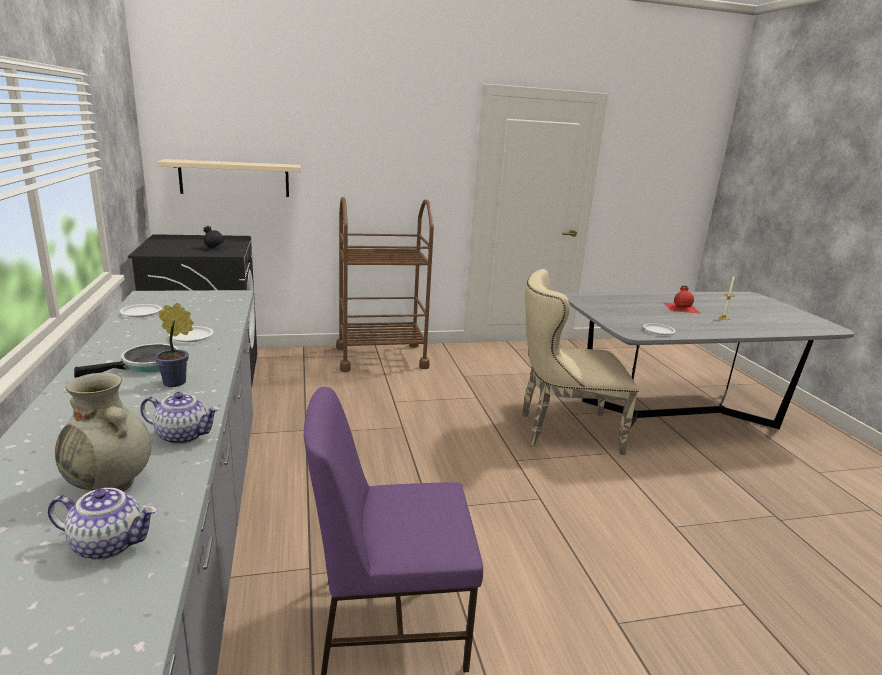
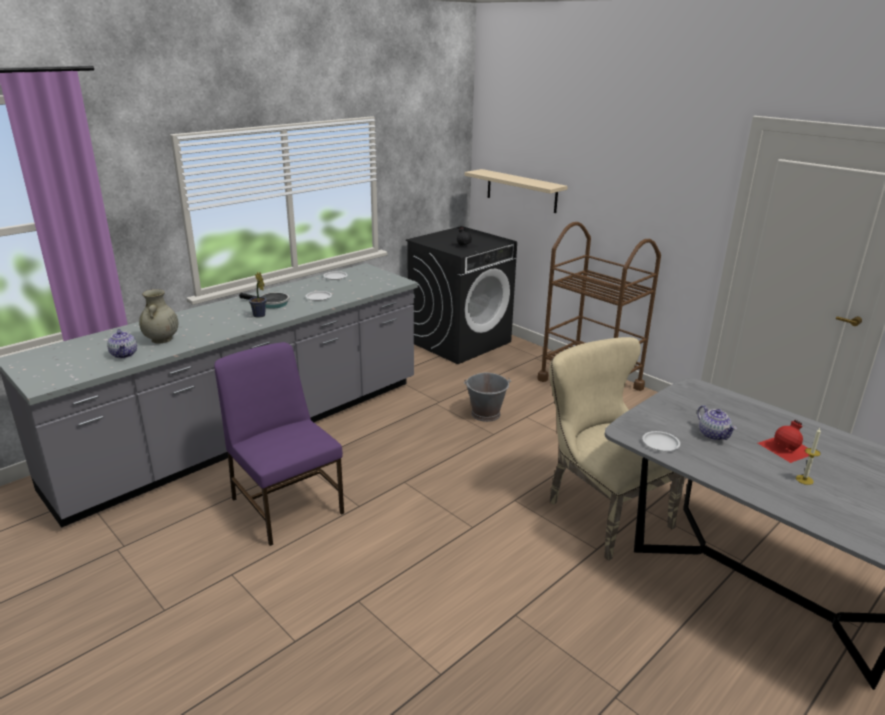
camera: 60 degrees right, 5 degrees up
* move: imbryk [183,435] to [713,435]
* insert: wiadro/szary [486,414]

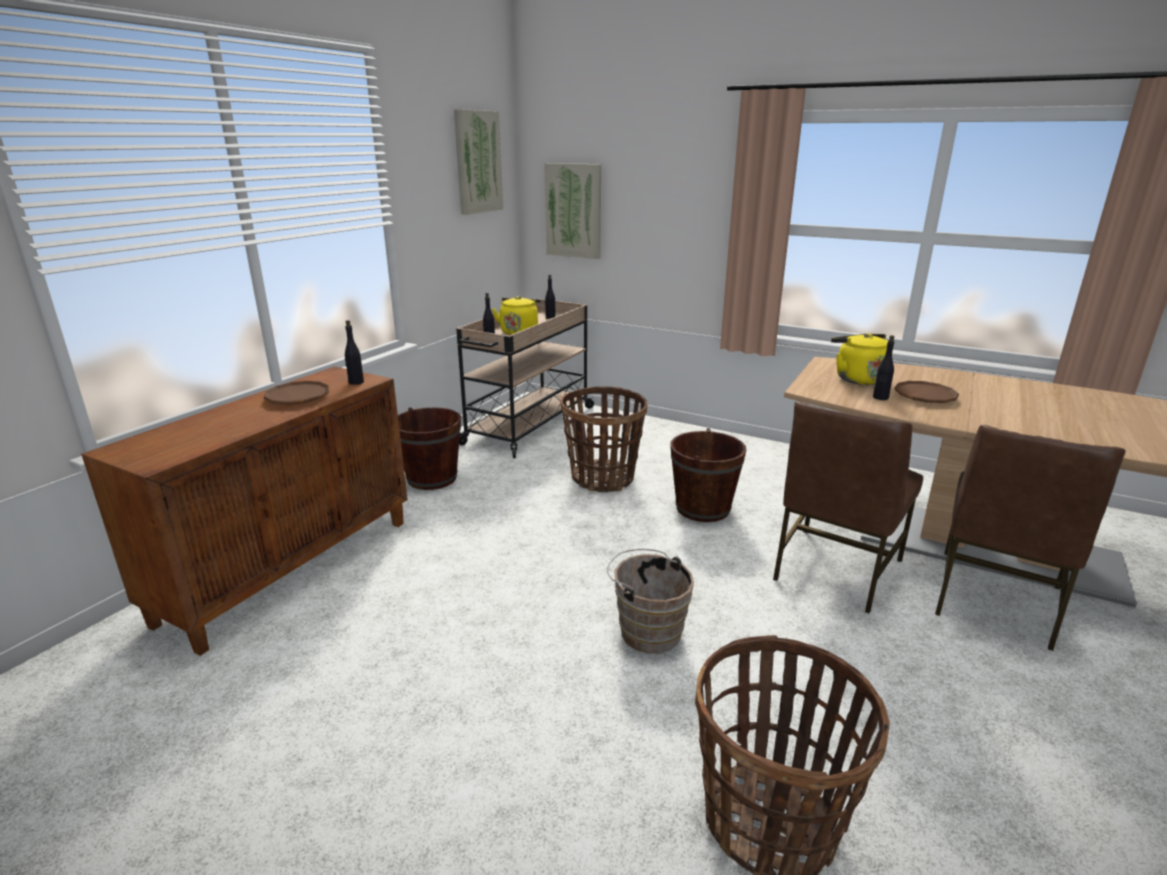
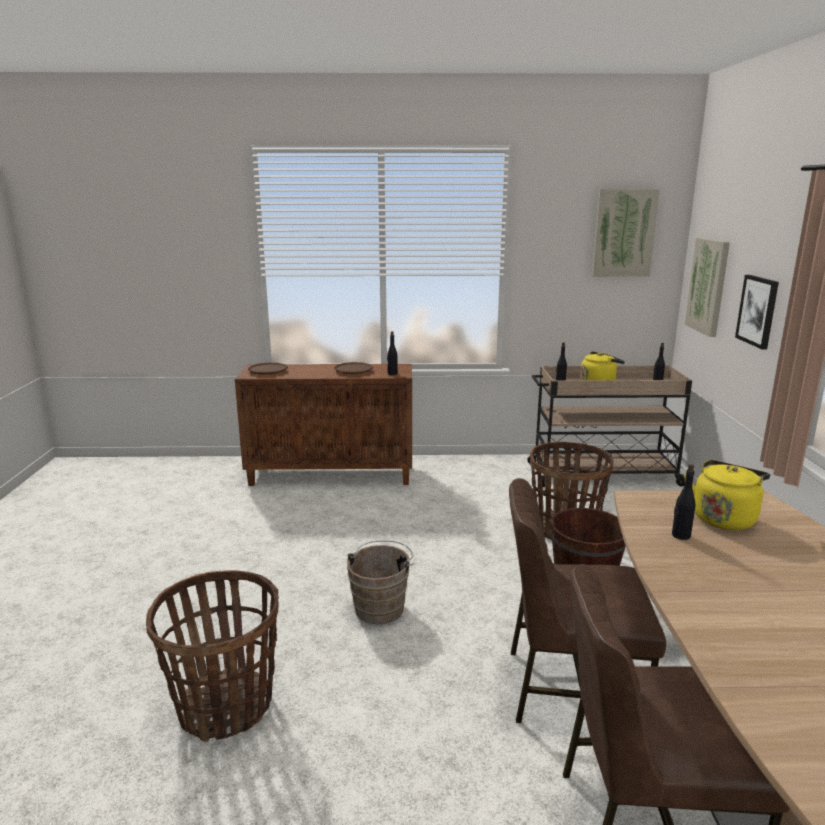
camera: 60 degrees right, 5 degrees down
* move: talerz/brązowy [924,396] to [268,371]
* delete: wiadro/brązowy [432,478]
* insert: obraz [758,311]

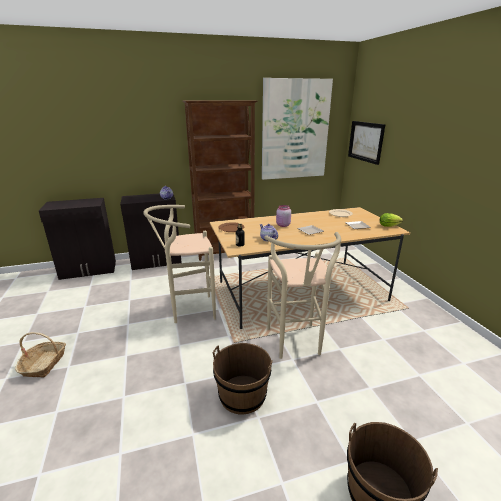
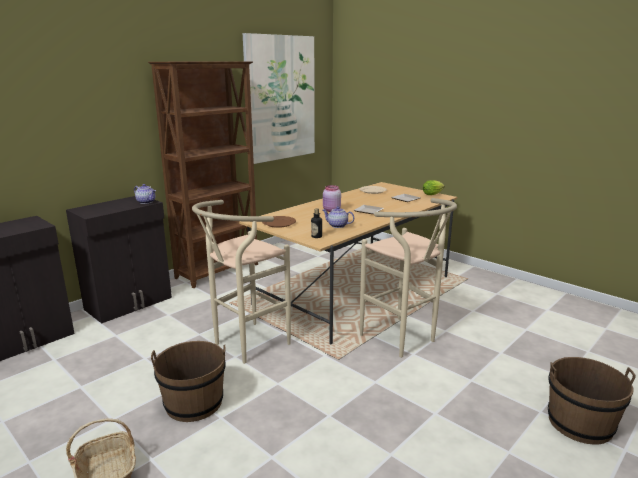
camera: 30 degrees left, 5 degrees down
* delete: obraz [366,141]
* move: wiadro/brązowy [242,394] to [194,403]

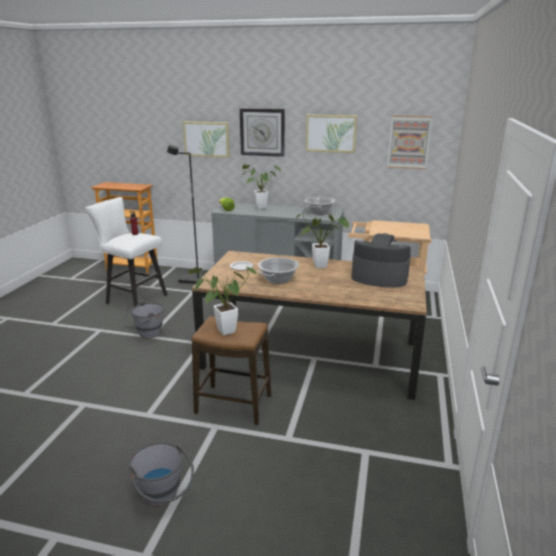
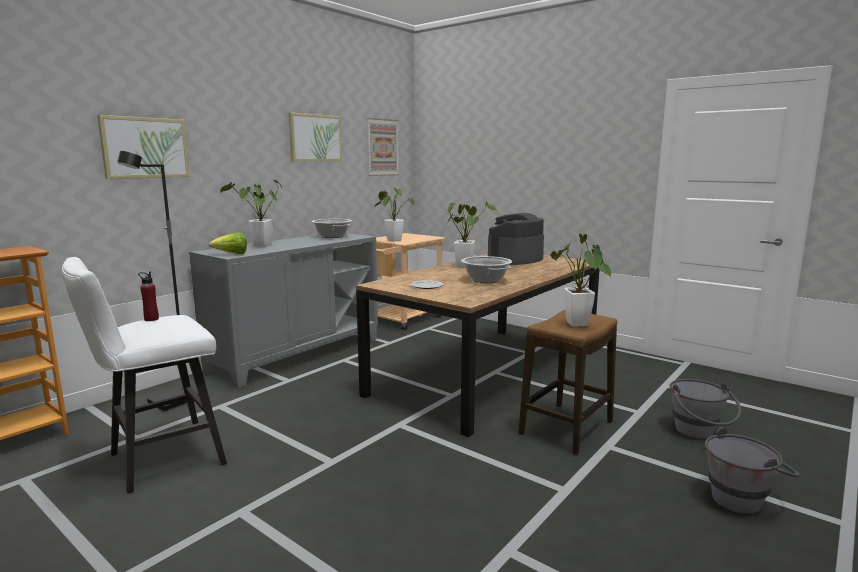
camera: 65 degrees left, 10 degrees down
* delete: zegar ścienny [262,132]
* move: wiadro/szary [145,334] to [699,434]
* insert: roślina doniczkowa [392,240]

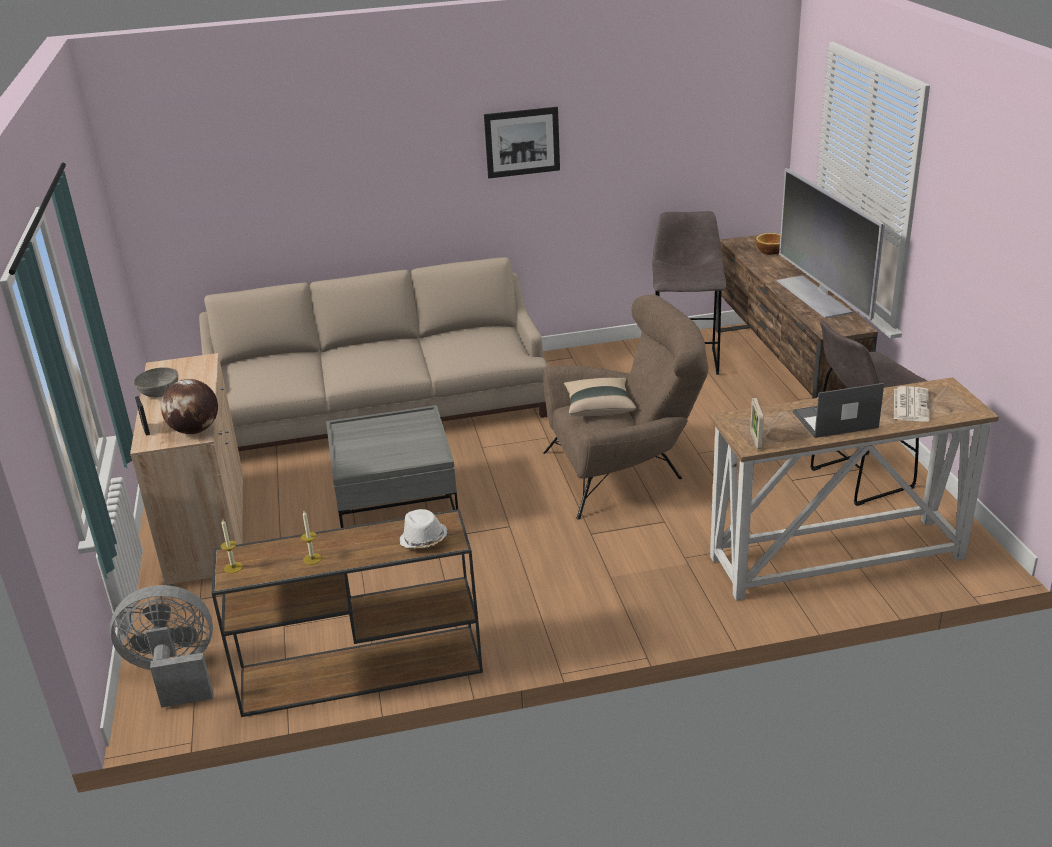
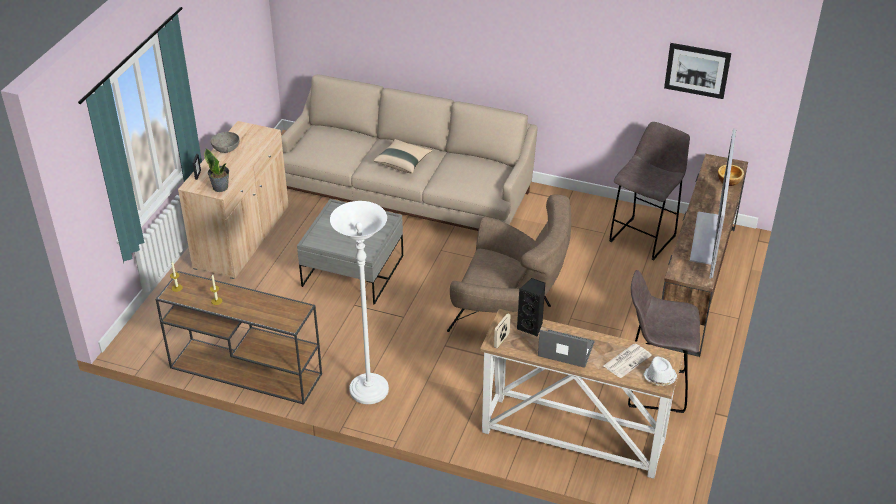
camera: 30 degrees right, 10 degrees up
* move: obraz [522,142] to [697,70]
* move: poduszka/beżowy [598,407] to [403,163]
* replace: globus [195,430] to roślina doniczkowa [220,187]
* move: kapelusz/biały [423,540] to [659,377]
* delete: wentylator/szary [174,673]
* insert: lampa stojąca/biały [369,391]
* insert: głośnik/czarny [531,327]

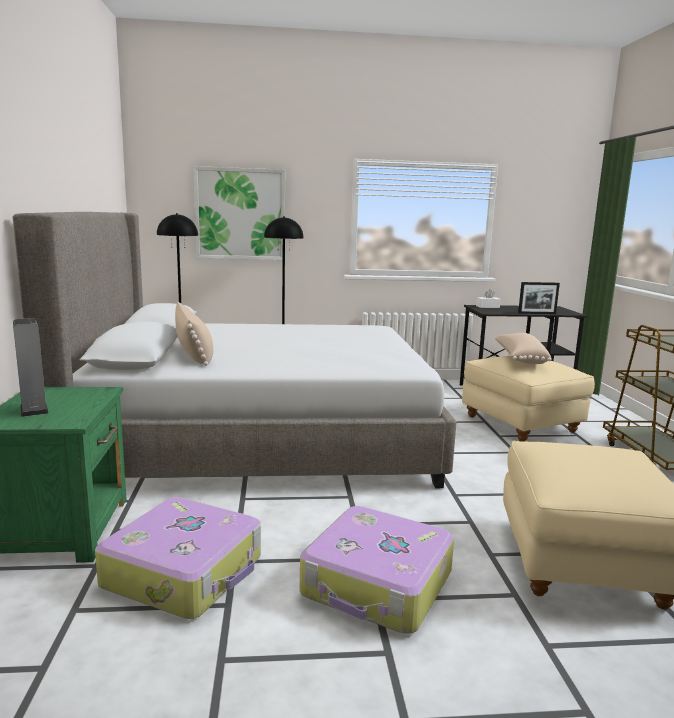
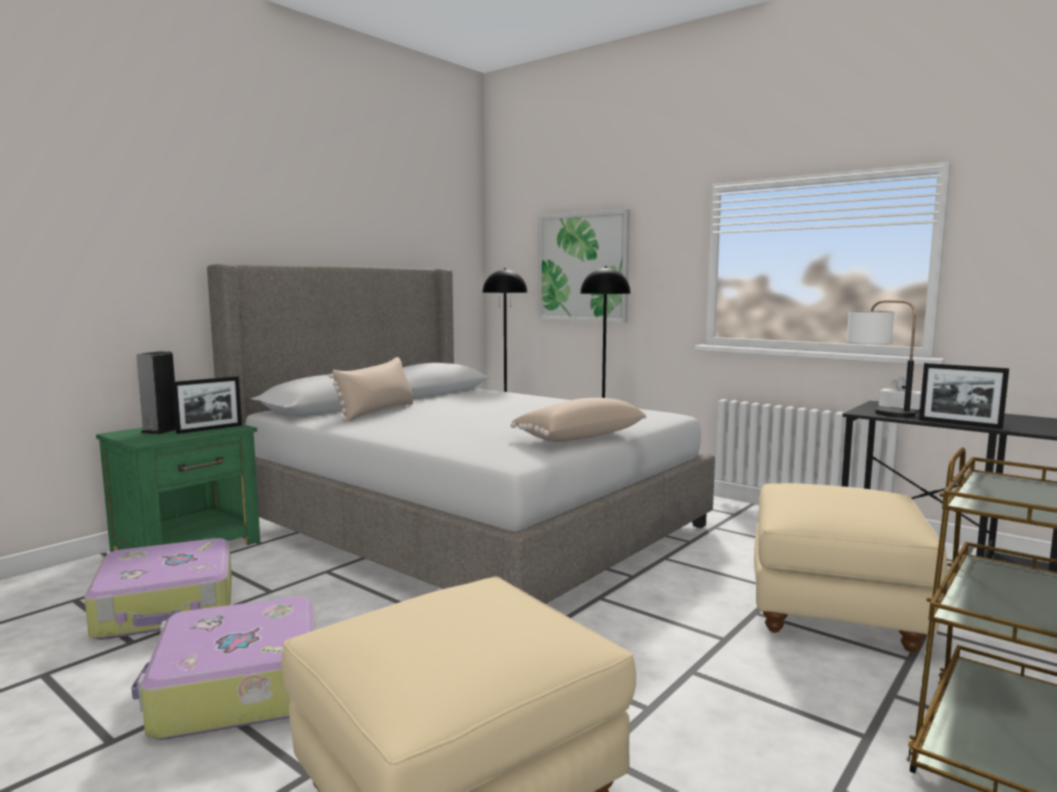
camera: 45 degrees right, 5 degrees down
* move: poduszka/beżowy [520,359] to [579,437]
* insert: lampa stołowa [876,411]
* insert: ramka na zdjęcie [209,429]

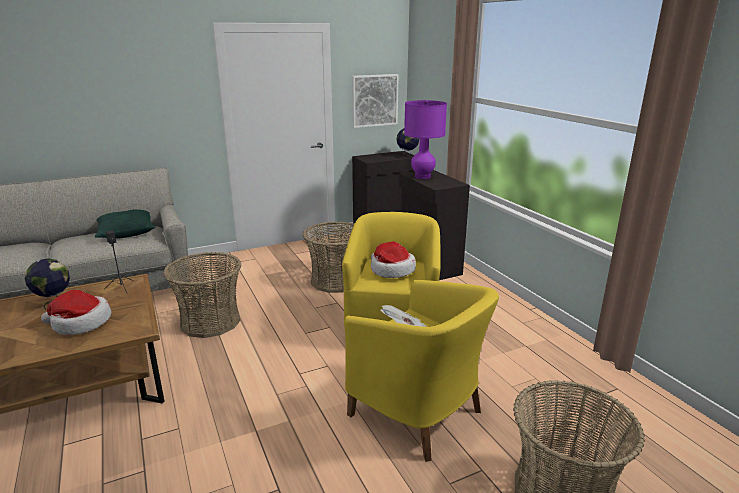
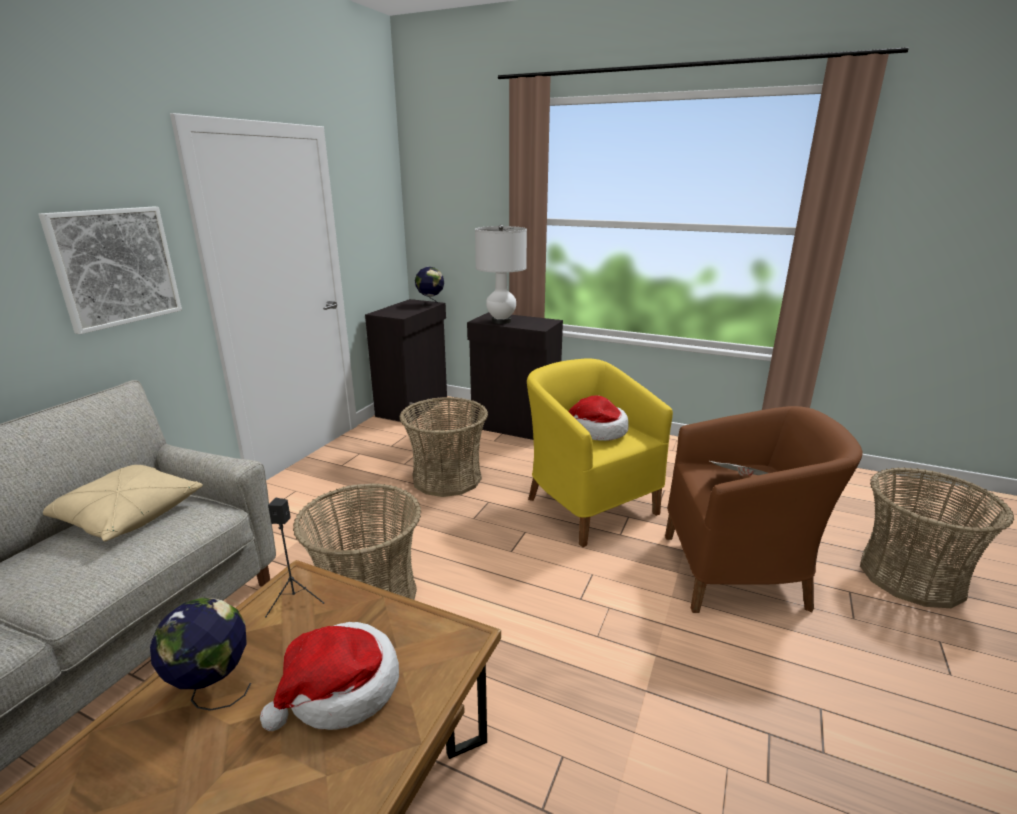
camera: 40 degrees left, 0 degrees up
* move: obraz [374,100] to [115,267]
* recolor: lampa stołowa/fioletowy [422,177] to lampa stołowa/biały [501,321]
* recolor: poduszka/zielony [126,233] to poduszka/beżowy [127,516]
* recolor: fotel/żółty [419,413] to fotel/brązowy [738,573]

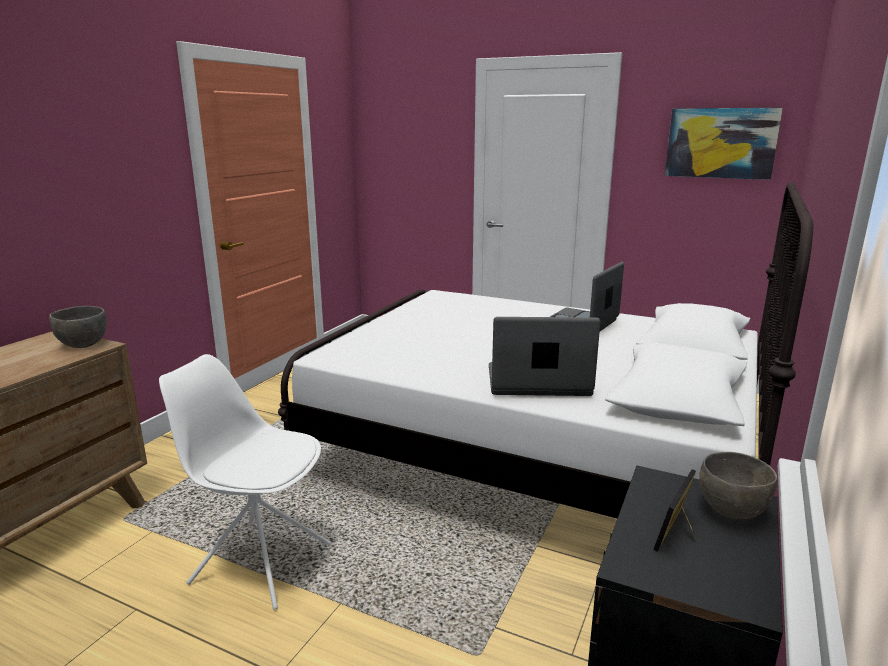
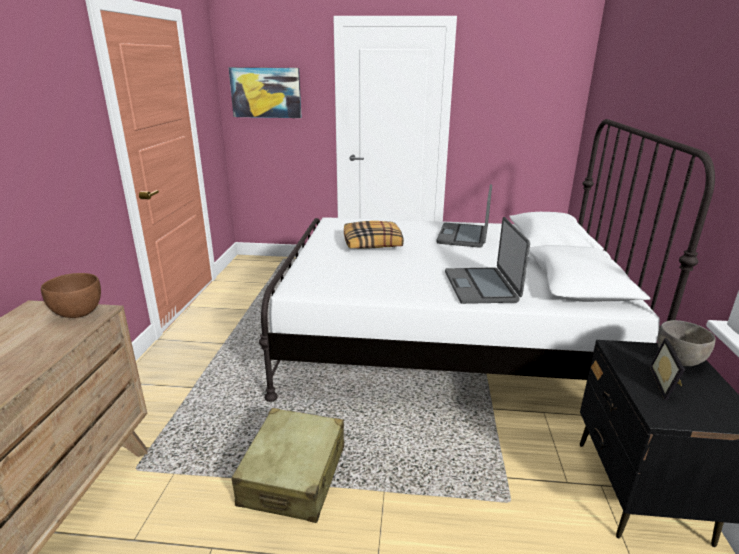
camera: 20 degrees left, 5 degrees up
* move: obraz [721,143] to [266,92]
* recolor: miska/szary [83,344] to miska/brązowy [77,313]
* rotate: laptop [538,382] = [481,286] 75 degrees counterclockwise
* replace: krzesło/biały [259,562] to walizka/beżowy [294,476]
* insert: poduszka [373,243]

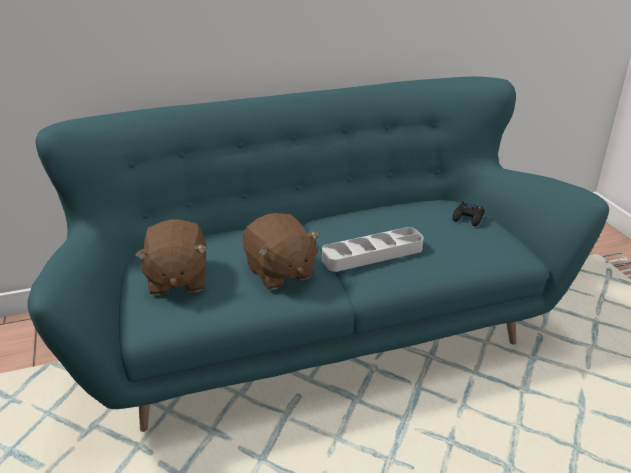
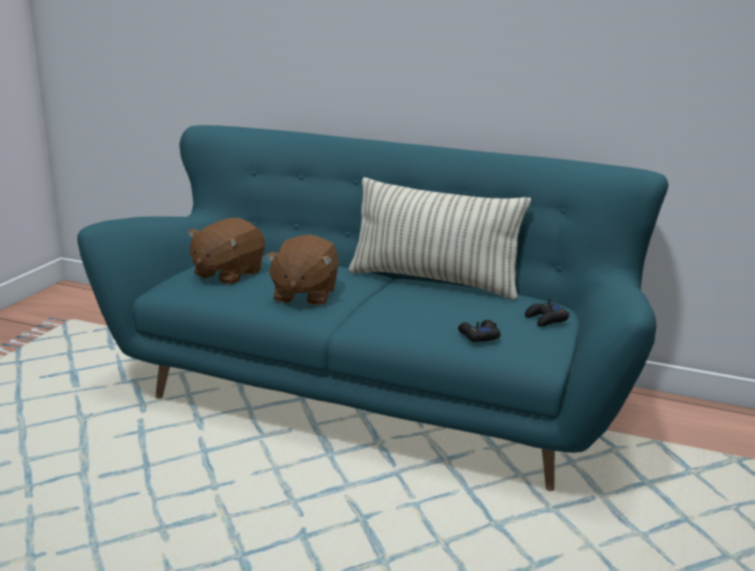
camera: 40 degrees right, 10 degrees down
* delete: taca/szary [372,254]
* insert: poduszka [434,281]
* insert: pad do gier/czarny [478,336]

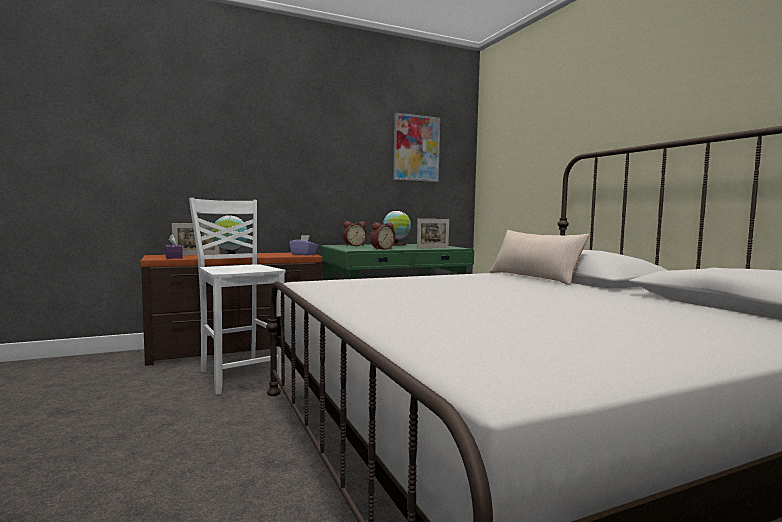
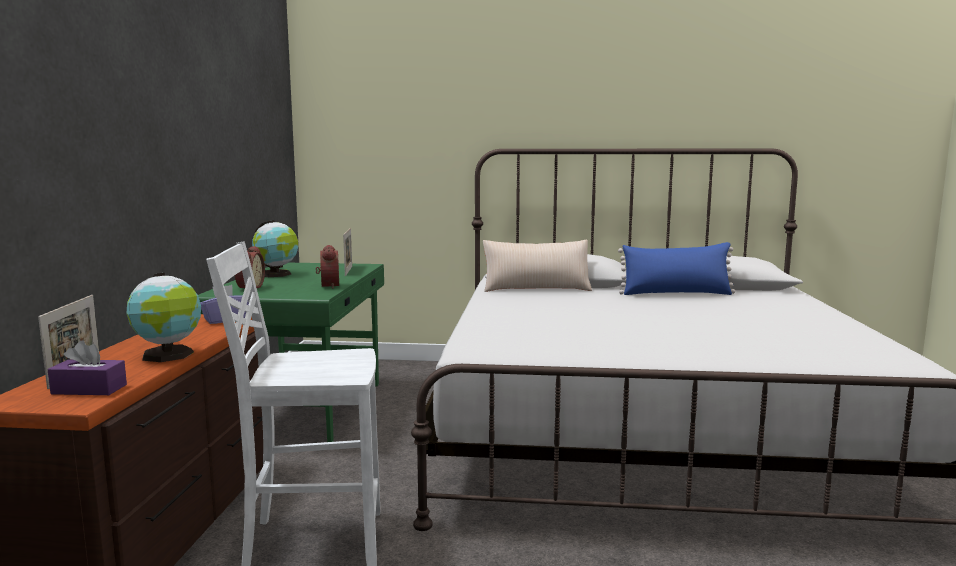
camera: 60 degrees left, 5 degrees up
* delete: obraz [416,148]
* insert: poduszka/niebieski [676,293]

